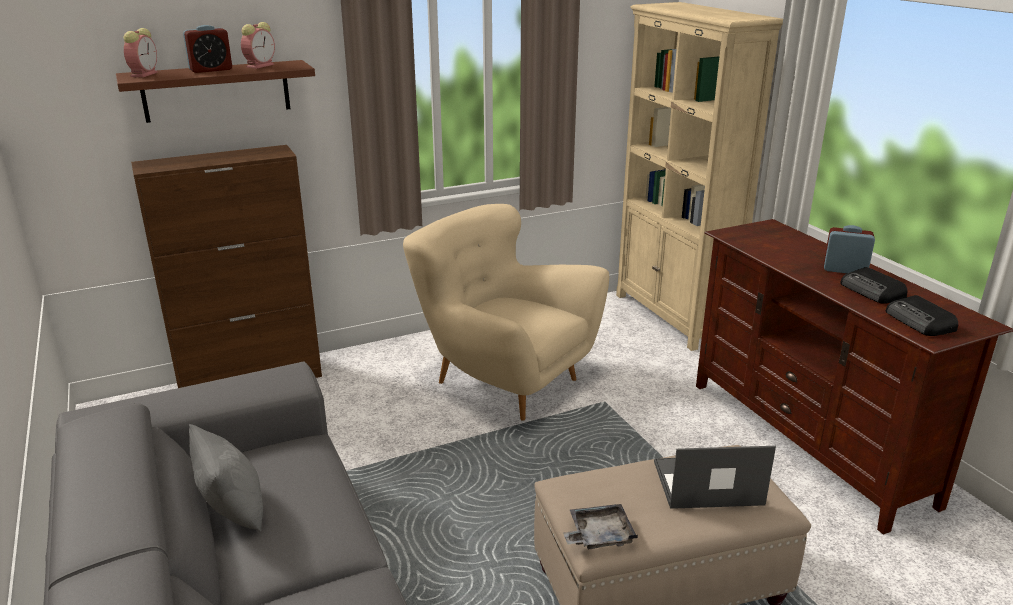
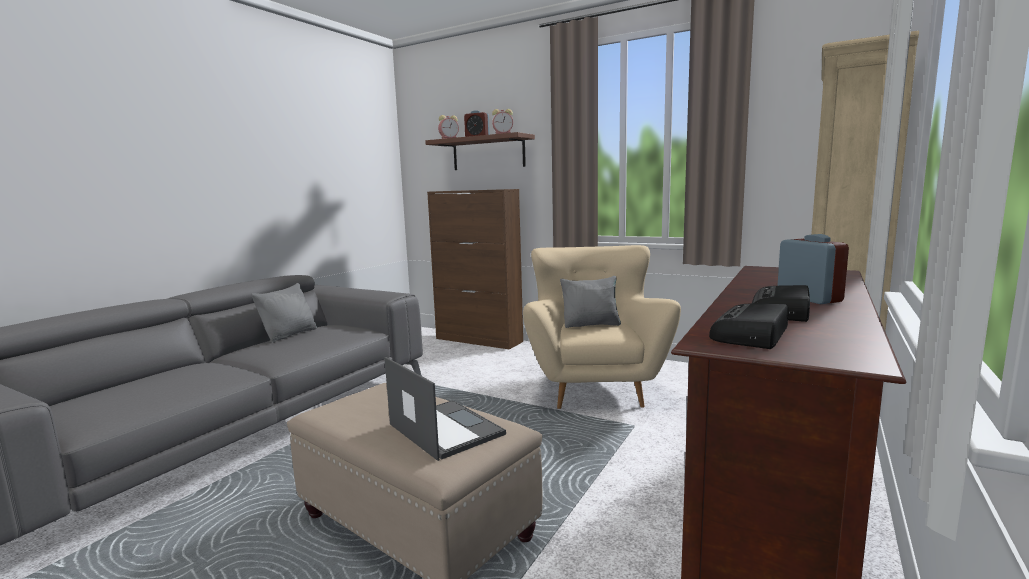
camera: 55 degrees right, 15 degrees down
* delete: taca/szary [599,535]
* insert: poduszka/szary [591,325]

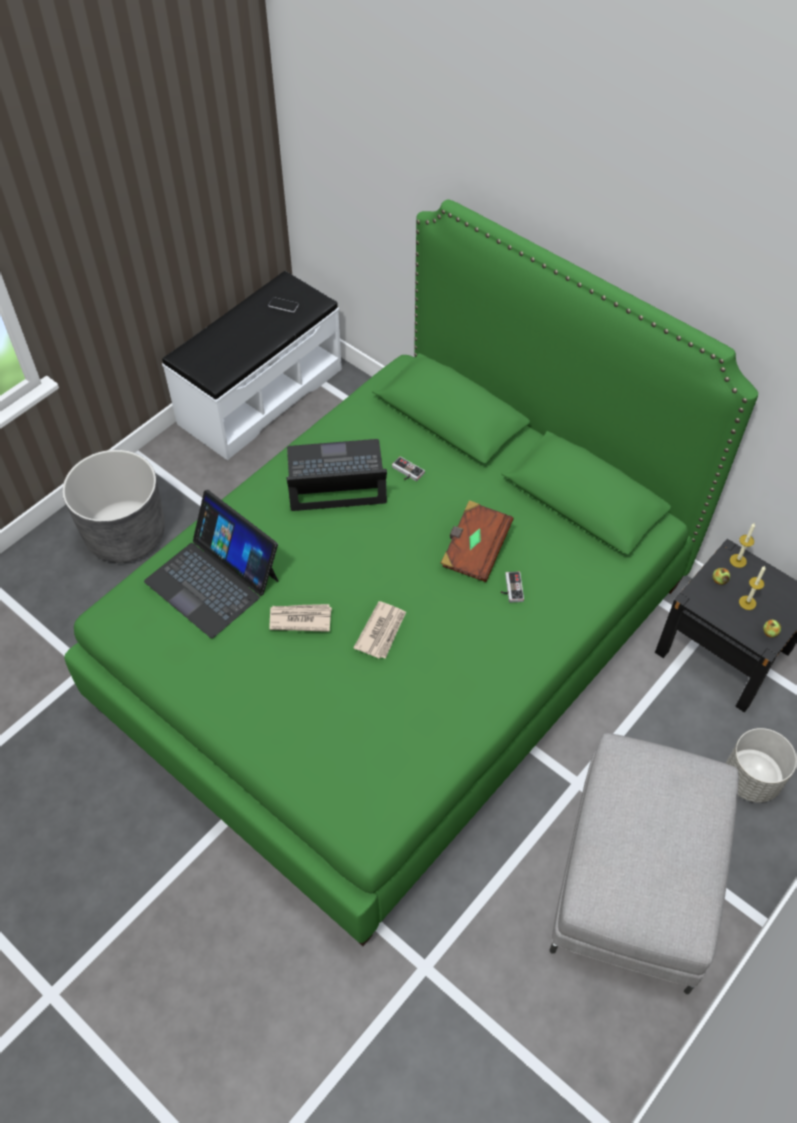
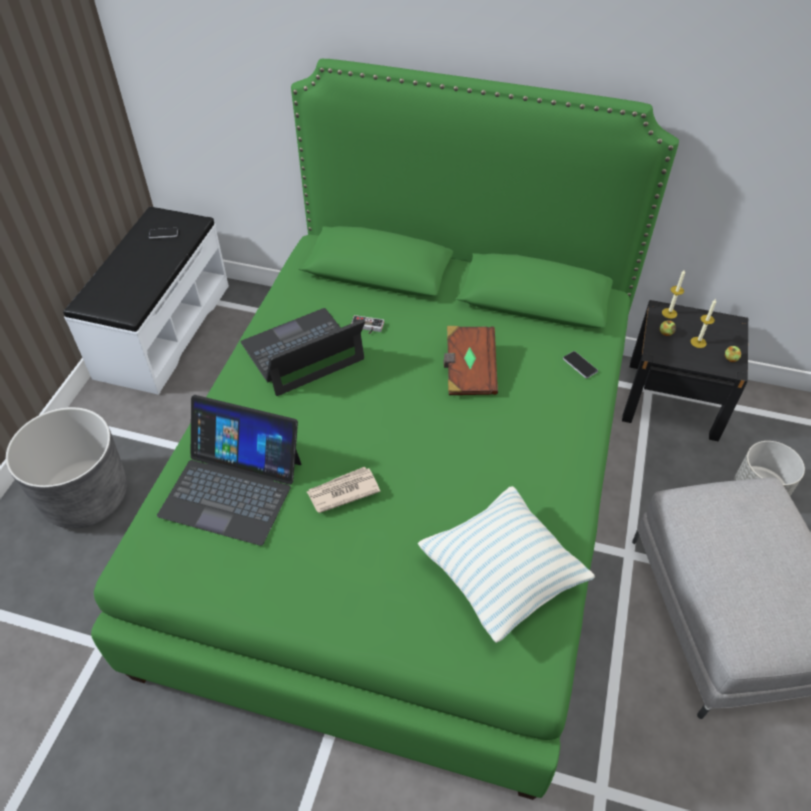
camera: 25 degrees left, 5 degrees down
* delete: pad do gier [510,588]
* delete: gazeta [381,631]
* insert: telefon [580,365]
* insert: poduszka [501,577]

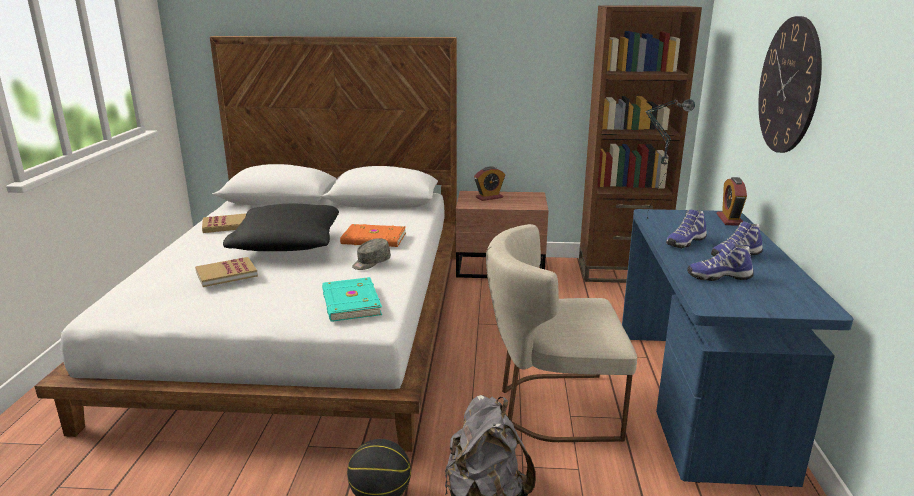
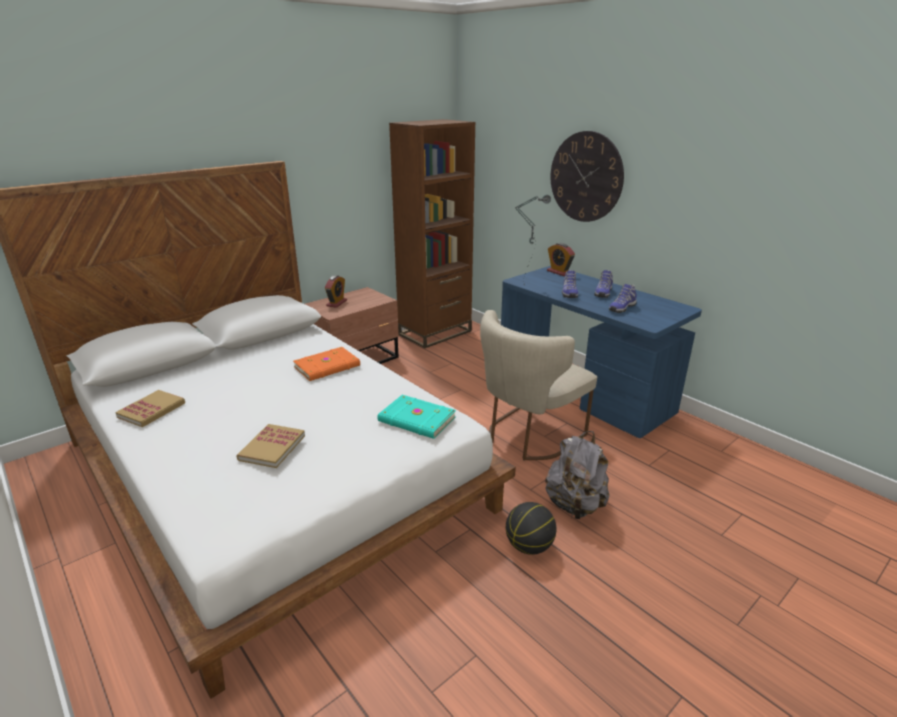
camera: 45 degrees left, 5 degrees up
* delete: poduszka/czarny [287,244]
* delete: czapka z daszkiem/szary [371,263]

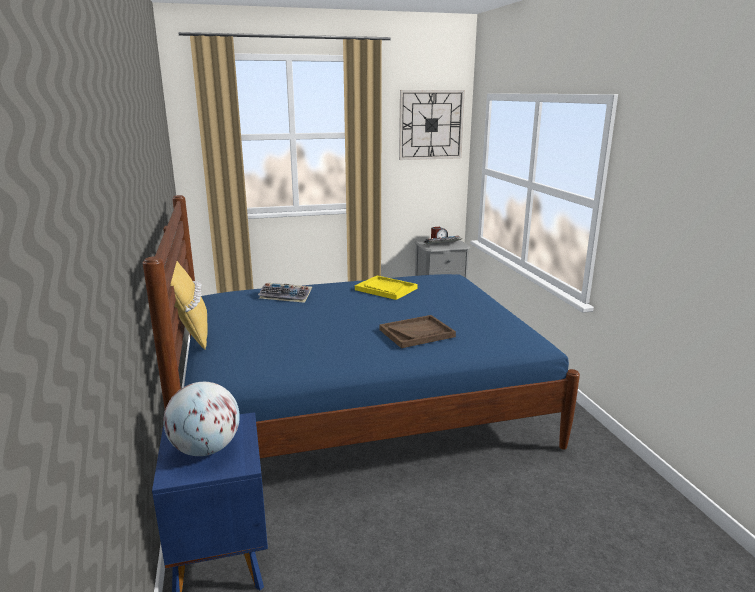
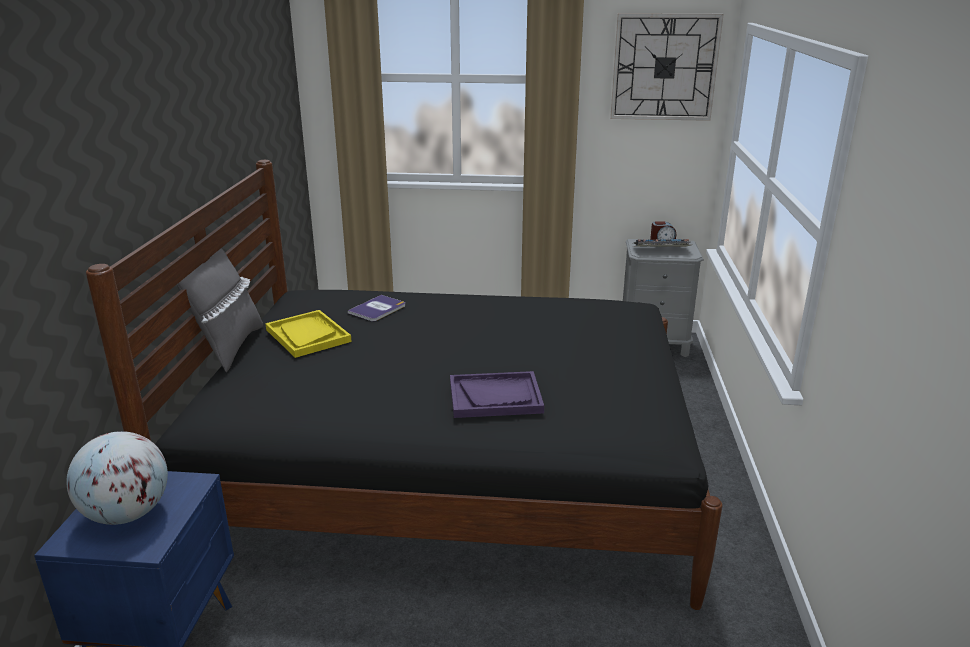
camera: 20 degrees right, 5 degrees up
* recolor: łóżko/niebieski [359,406] to łóżko/czarny [450,472]
* recolor: poduszka/żółty [191,334] to poduszka/szary [229,347]
* move: taca/żółty [385,289] to [307,335]
* replace: klawiatura [286,296] to książka [377,309]
* recolor: taca/brązowy [417,333] to taca/fioletowy [495,397]

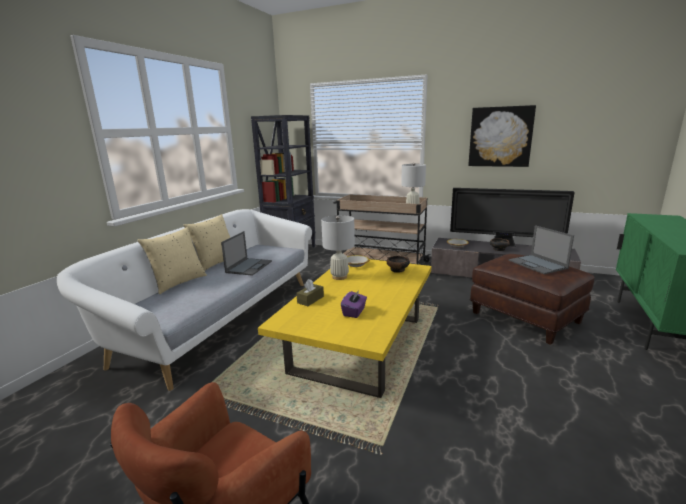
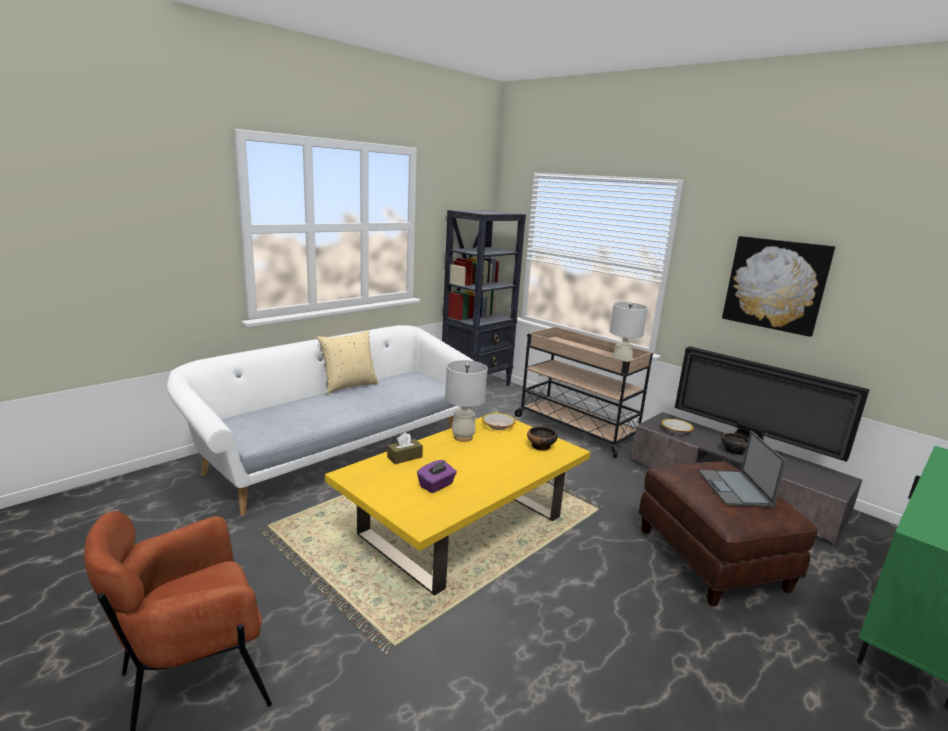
camera: 20 degrees right, 0 degrees up
* delete: poduszka/beżowy [178,282]
* delete: laptop [249,266]

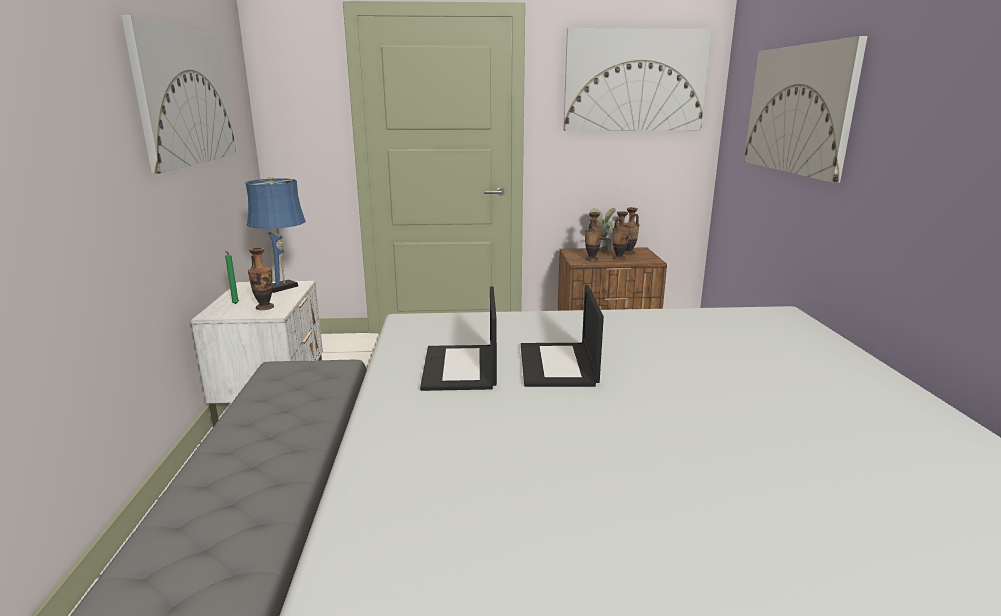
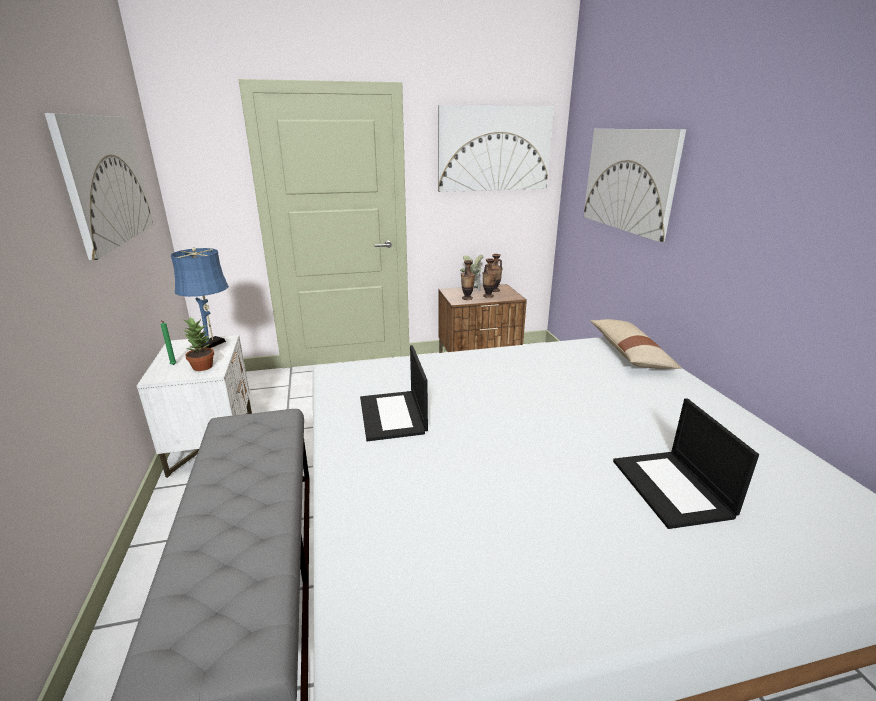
camera: 10 degrees left, 5 degrees up
* replace: wazon [265,307] to roślina doniczkowa [202,367]
* move: laptop [558,365] to [673,488]
* insert: poduszka/beżowy [629,353]

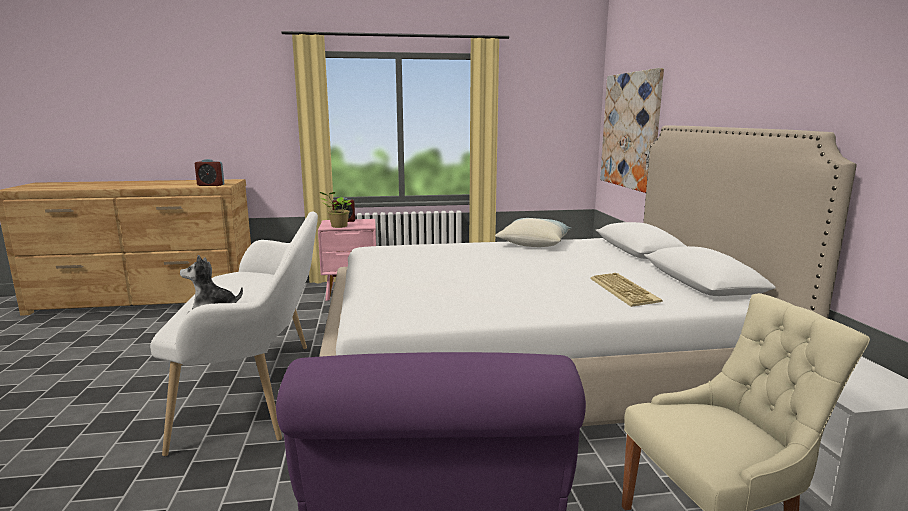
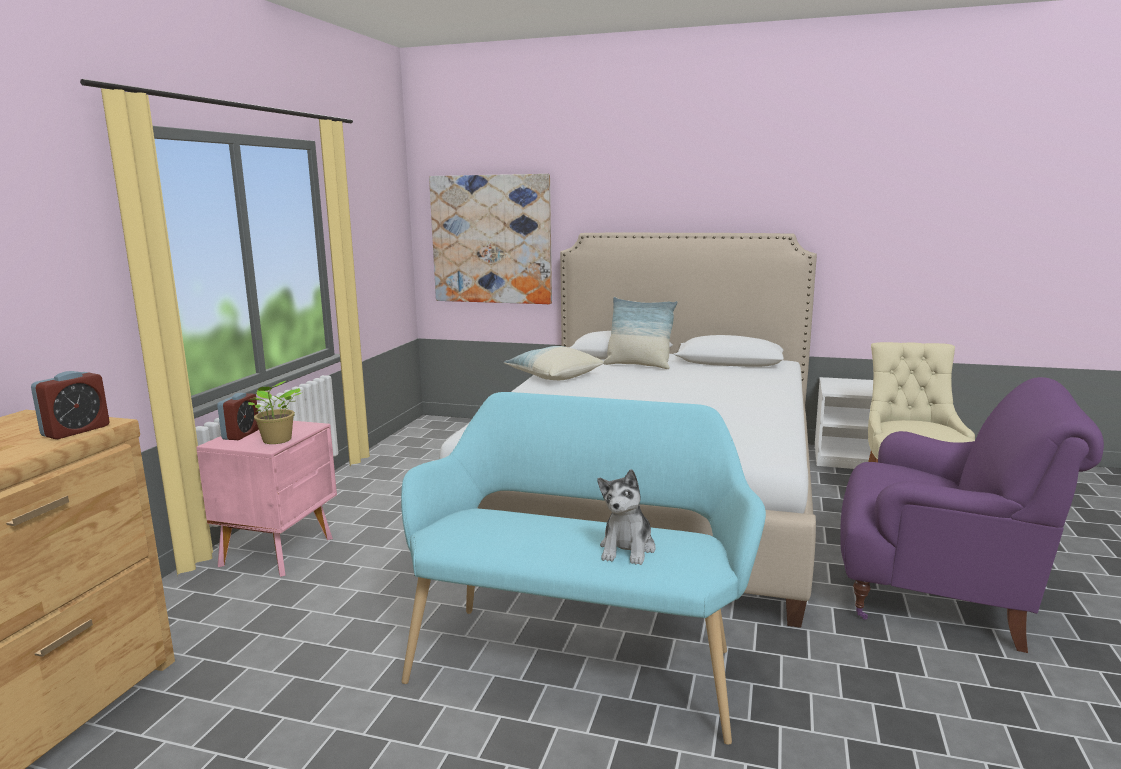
camera: 65 degrees left, 0 degrees up
* recolor: ławka/biały [259,390] to ławka/turkusowy [579,659]
* delete: klawiatura [625,291]
* insert: poduszka [638,365]

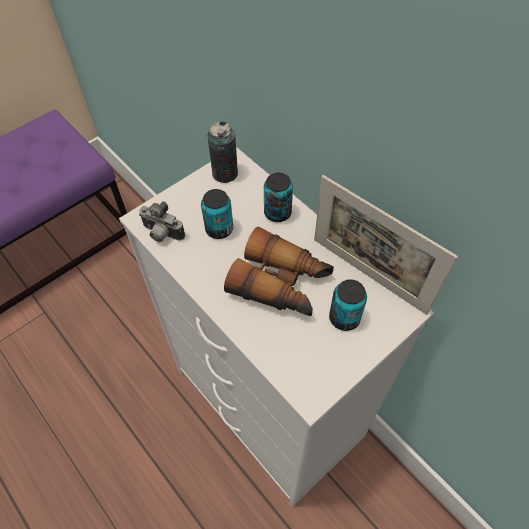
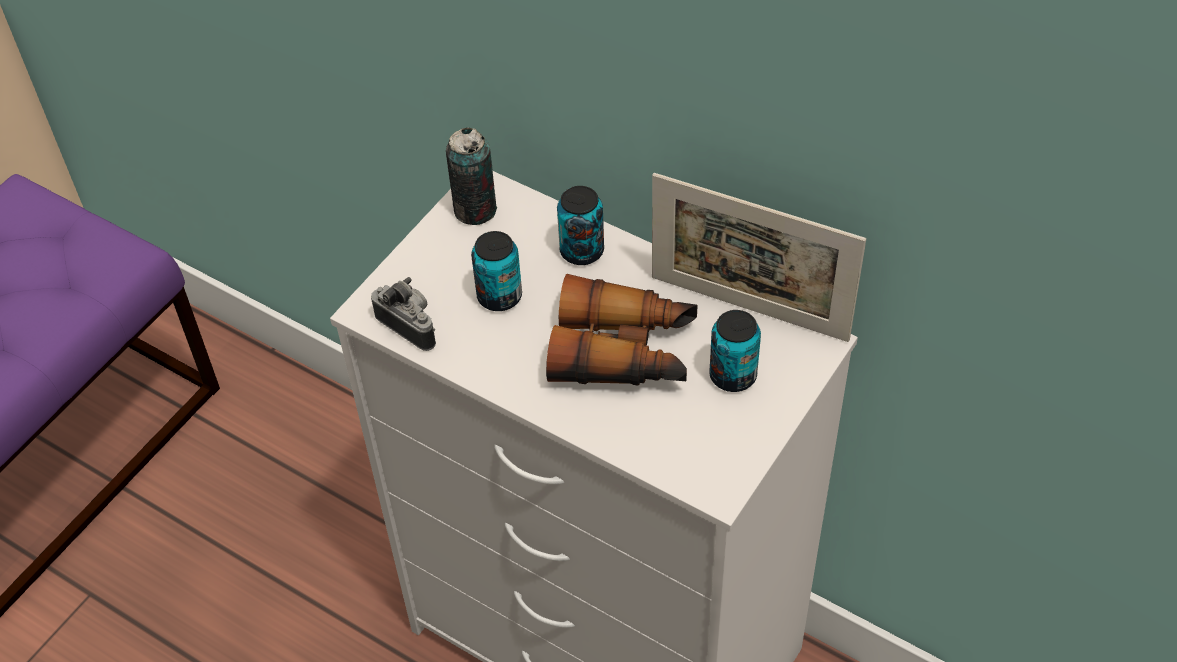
camera: 15 degrees left, 5 degrees down
* rotate: aparat fotograficzny [161,234] = [411,325] 150 degrees counterclockwise

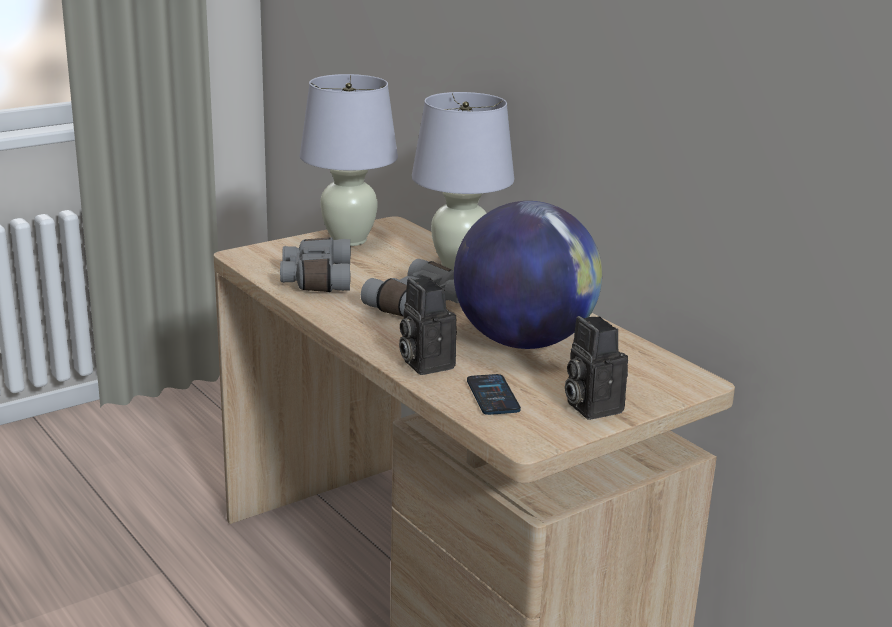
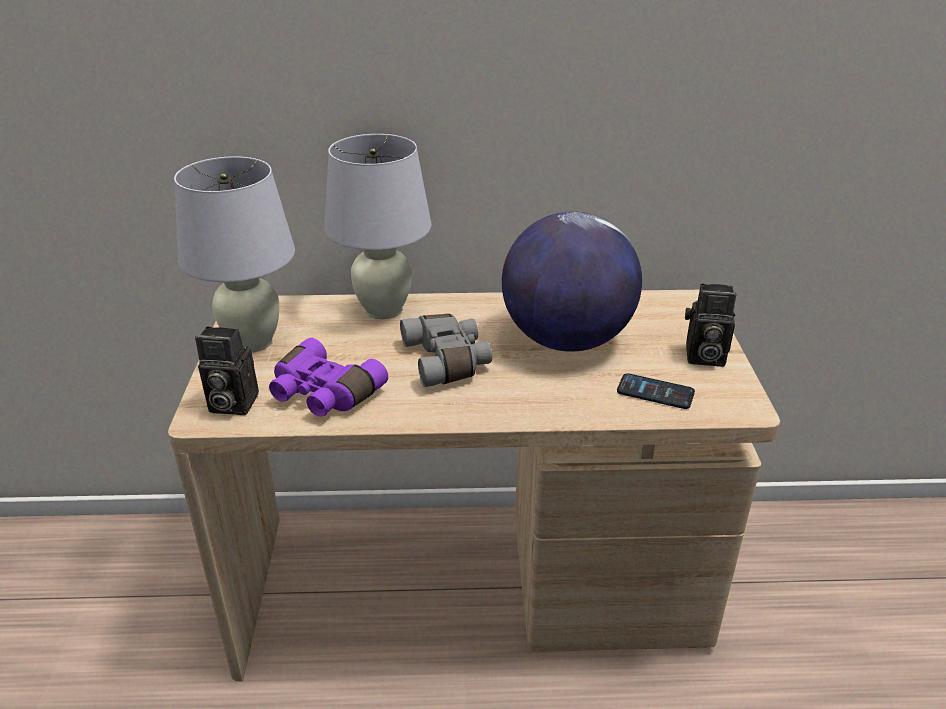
camera: 55 degrees left, 10 degrees up
* recolor: lornetka/szary [315,279] to lornetka/fioletowy [322,394]
* move: aparat fotograficzny [424,363] to [230,404]

